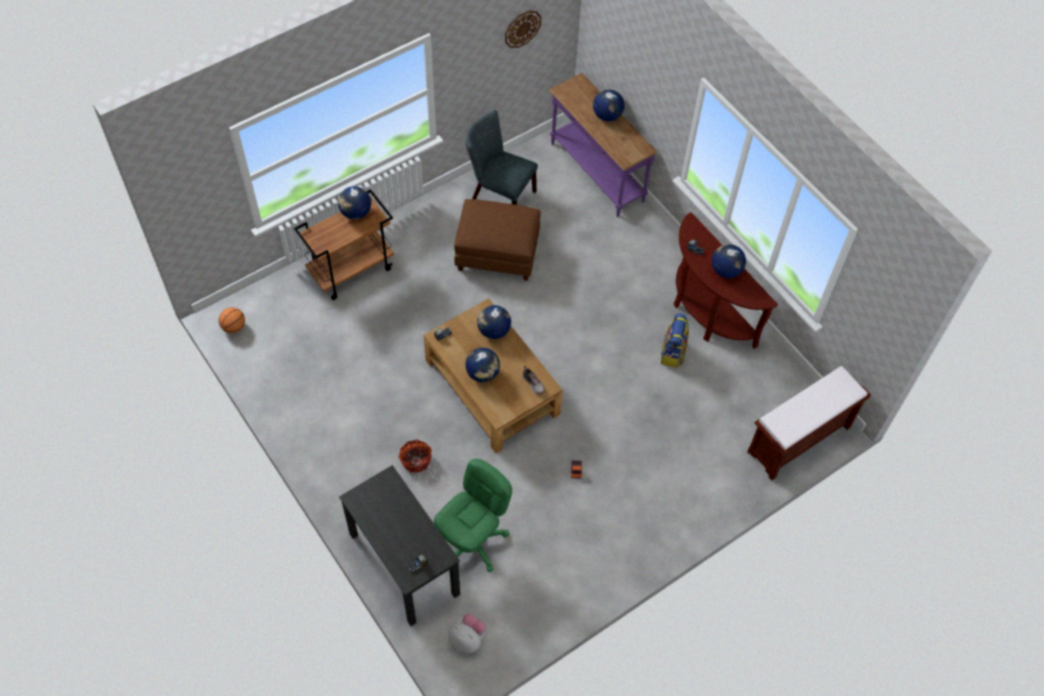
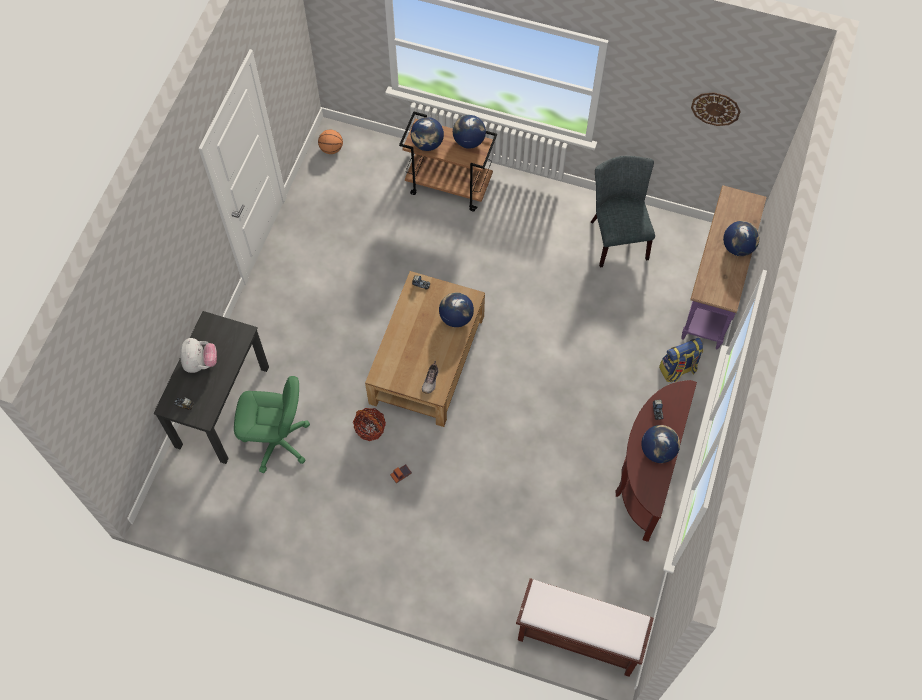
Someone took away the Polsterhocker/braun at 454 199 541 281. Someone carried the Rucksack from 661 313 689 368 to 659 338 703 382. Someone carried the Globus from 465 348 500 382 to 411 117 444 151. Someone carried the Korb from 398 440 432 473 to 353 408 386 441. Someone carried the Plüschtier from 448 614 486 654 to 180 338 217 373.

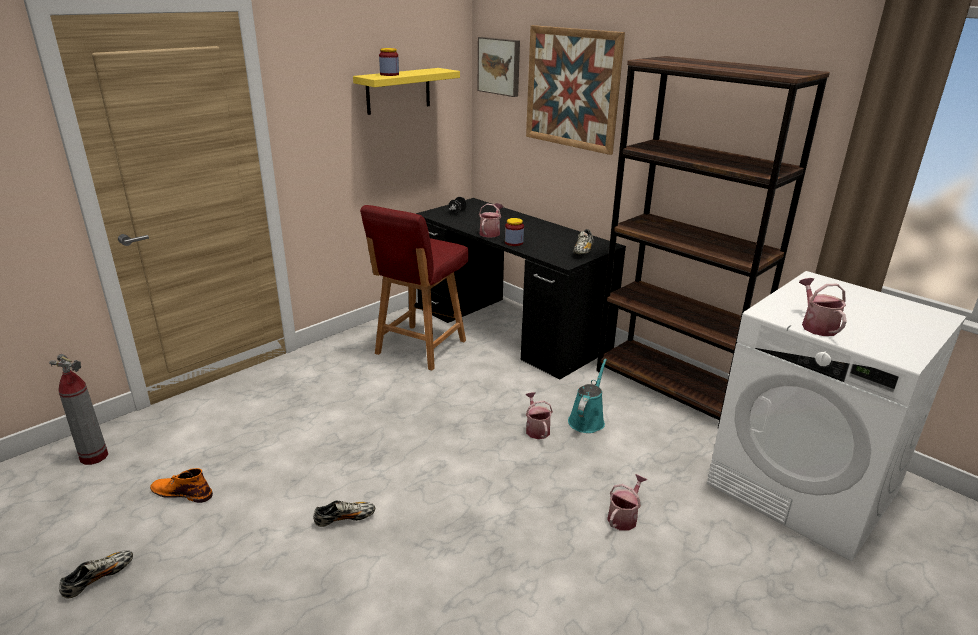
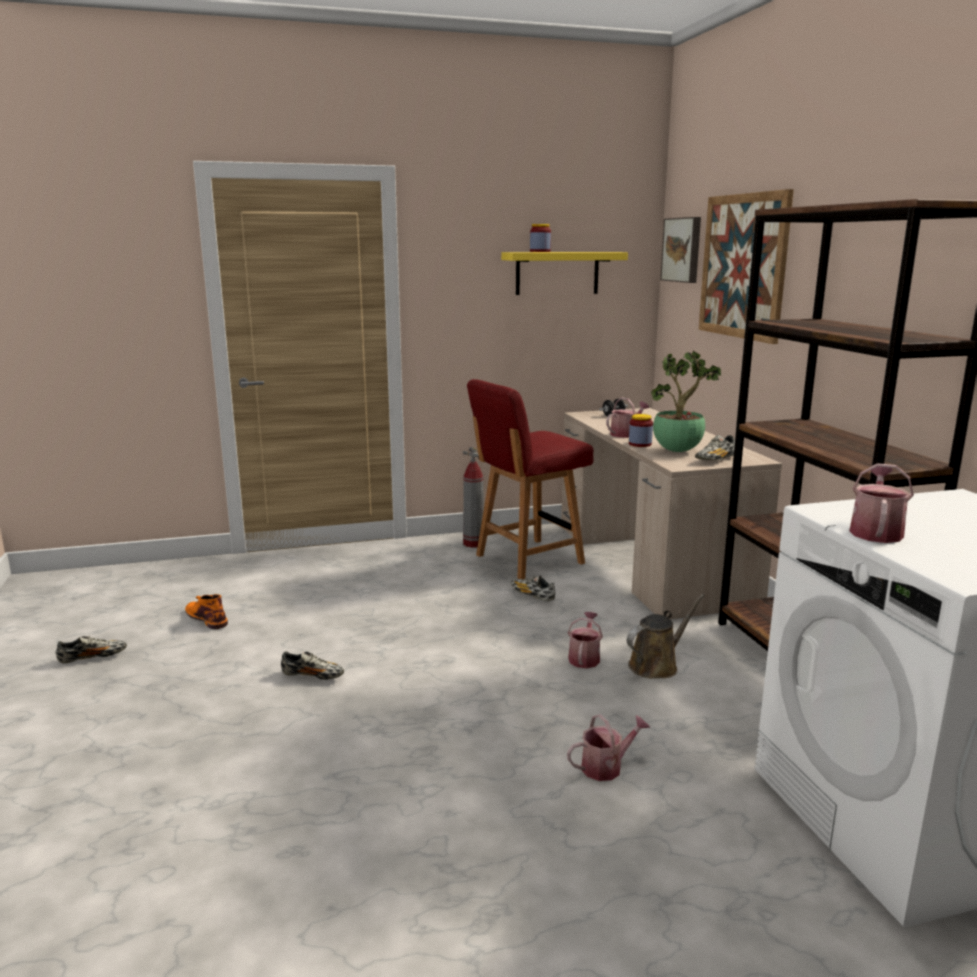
Someone repainted the Schreibtisch/schwarz at 416 198 626 379, which became the Schreibtisch/beige at 561 408 782 619. Someone carried the Feuerlöscher from 49 354 108 465 to 463 447 484 548. Someone repainted the Gießkanne/türkis at 568 359 607 433, which became the Gießkanne/braun at 627 594 705 678. Someone put down the Topfpflanze at 651 351 721 452. Someone put down the Schuh at 511 576 555 601.

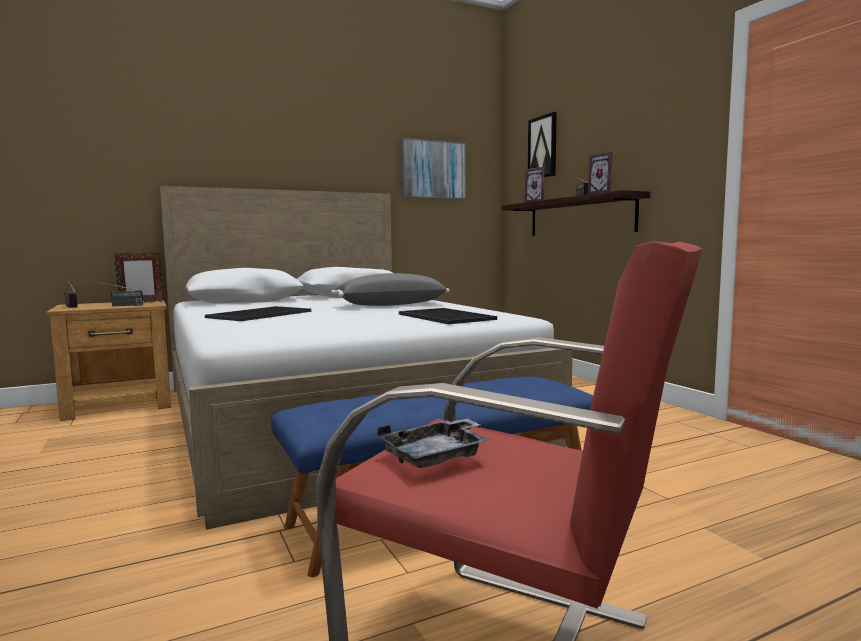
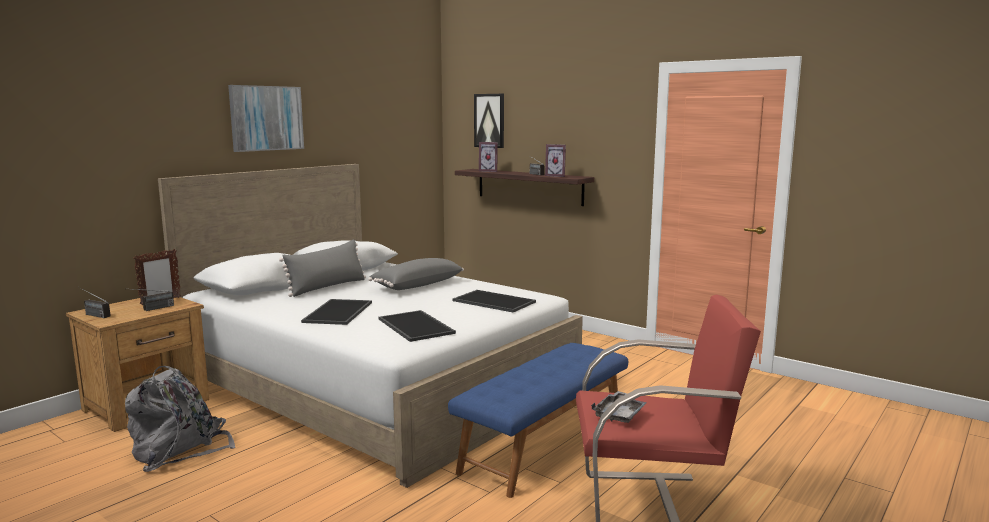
Someone carried the Bild from 401 138 466 199 to 228 85 304 152. Someone put down the Kissen/grau at 279 239 366 297. Someone put down the Tablett at 378 310 456 342. Someone put down the Rucksack/grau at 125 366 236 472.

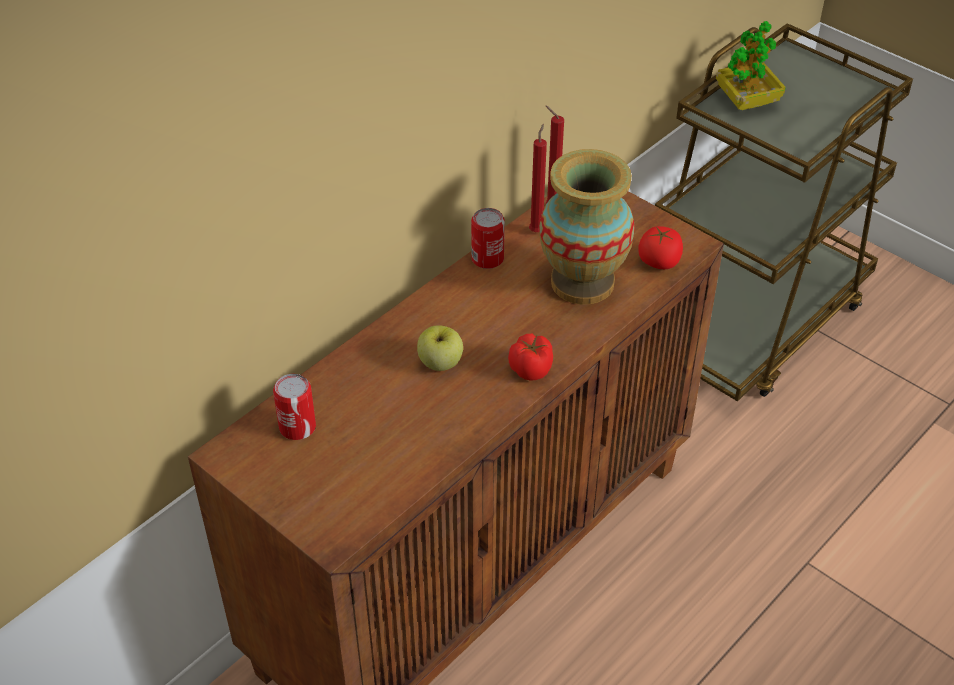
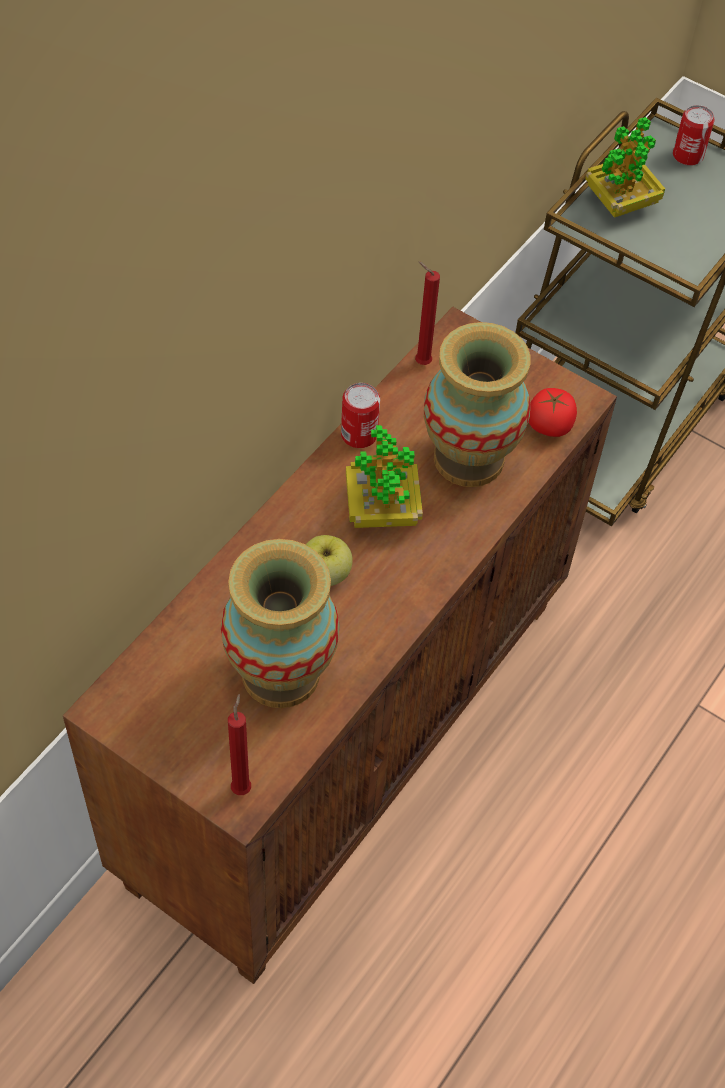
Someone carried the Kerze/rot from 529 124 547 232 to 228 694 251 795. Someone took away the Tomate at 508 334 553 381. Someone carried the Dose from 273 374 316 440 to 673 105 714 166. Someone put down the Topfpflanze at 346 425 423 528. Someone put down the Vase at 221 539 340 708.

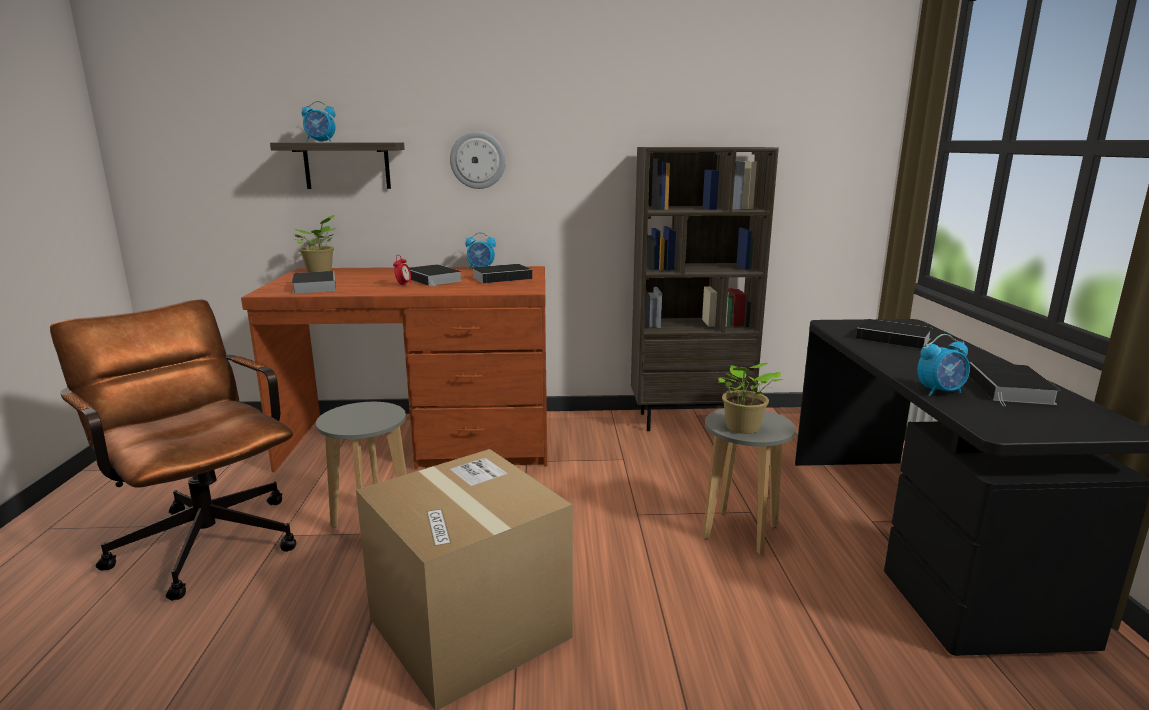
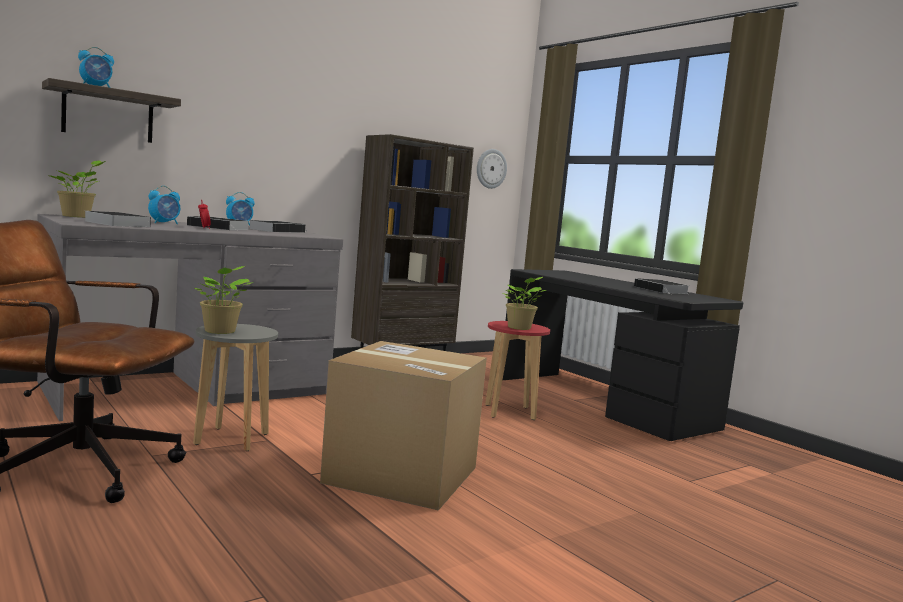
Someone carried the Wanduhr from 450 131 506 189 to 477 149 507 189. Someone repainted the Schreibtisch/braun at 241 266 547 472, which became the Schreibtisch/grau at 37 214 343 421. Someone took away the Buch at 856 319 932 349. Someone carried the Wecker from 917 334 970 396 to 148 186 180 224. Someone repainted the Hocker/grau at 702 408 796 555, which became the Hocker/rot at 485 321 550 420. Someone put down the Topfpflanze at 195 266 255 334.

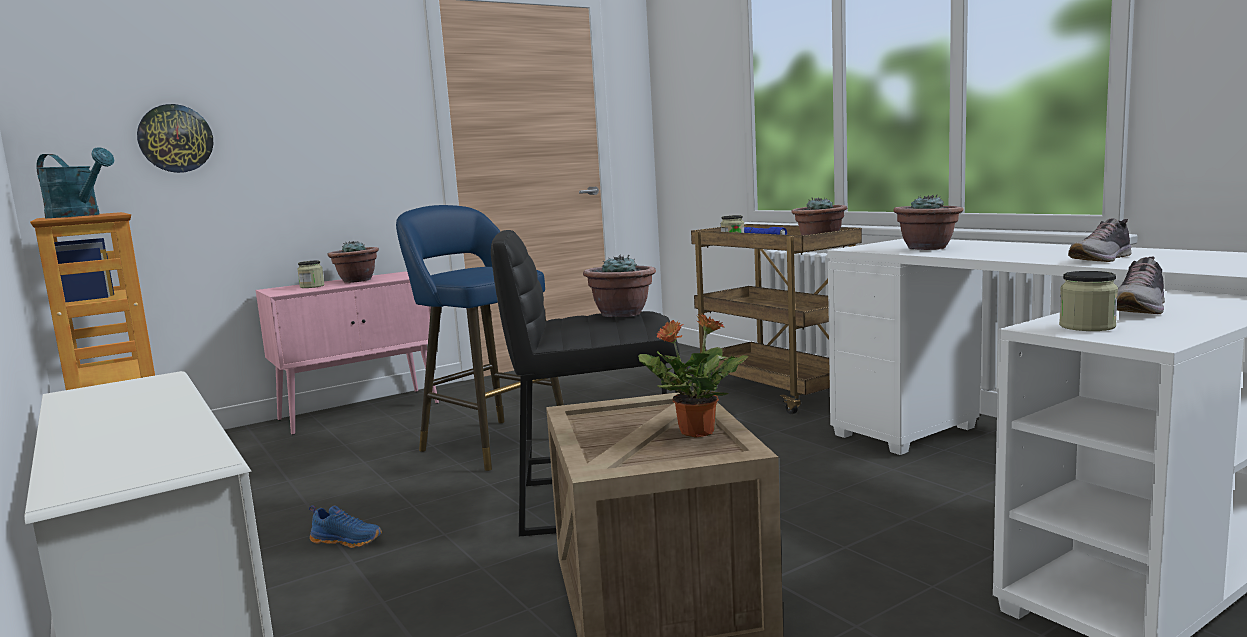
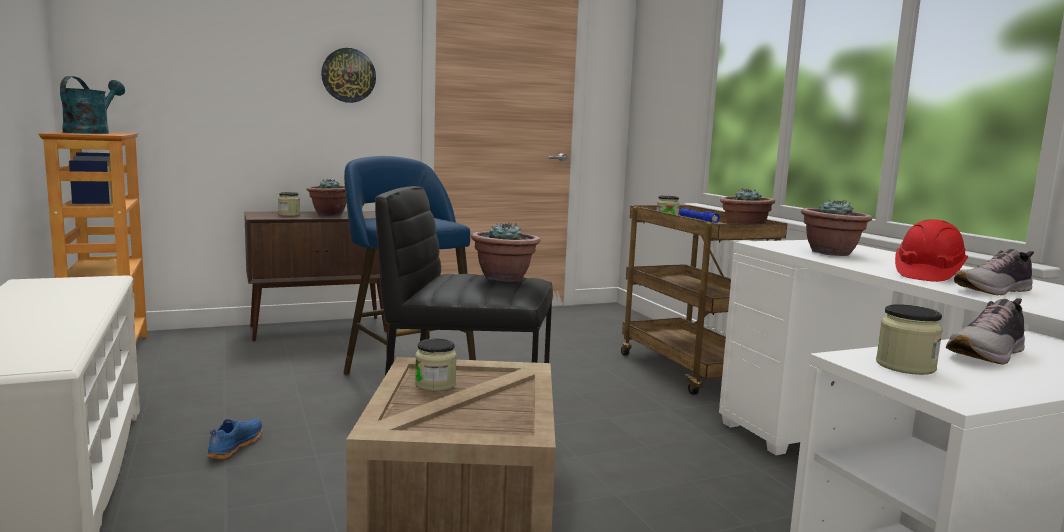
Someone carried the Wanduhr from 137 104 213 173 to 321 48 376 103. Someone rotated the Gießkanne/türkis at 36 147 114 218 by 120 degrees counterclockwise. Someone repainted the Schrank/rosa at 256 271 439 435, which became the Schrank/braun at 244 211 387 341. Someone took away the Topfpflanze at 638 314 749 438. Someone rotated the Schuh/blau at 309 505 382 548 by 105 degrees counterclockwise. Someone put down the Schutzhelm/rot at 895 219 968 282. Someone put down the Vorratsglas at 415 339 457 391.

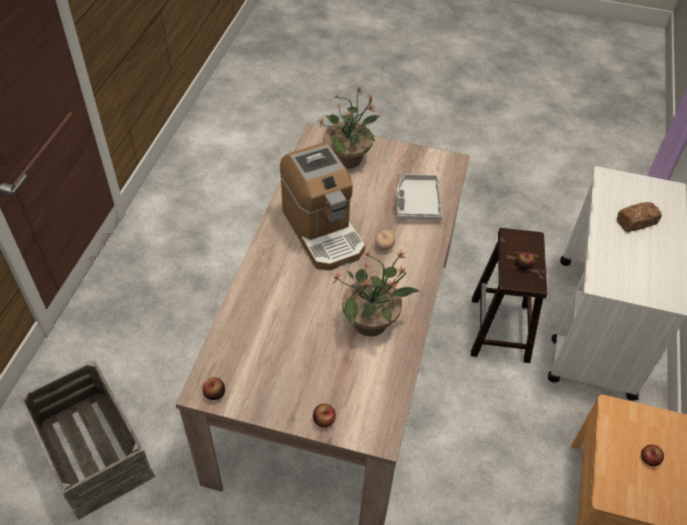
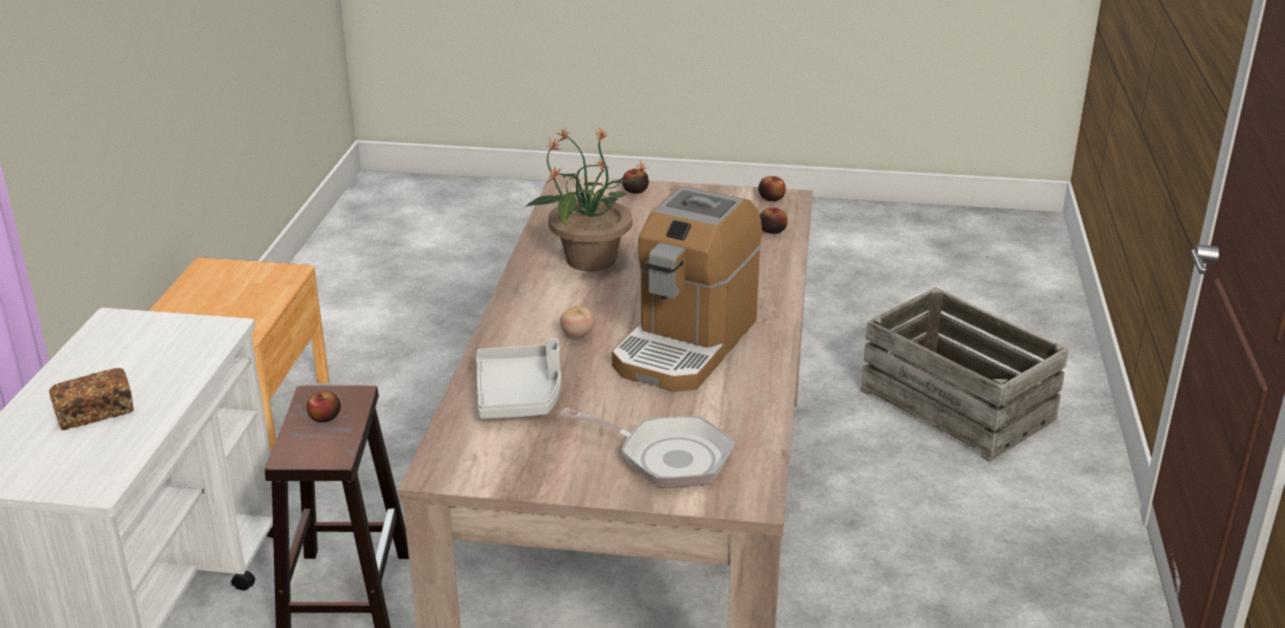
Someone swapped the Topfpflanze at 316 86 380 169 for the Pfanne at 560 408 735 487. Someone rotated the Kaffeemaschine at 280 142 365 271 by 120 degrees counterclockwise. Someone carried the Apfel from 641 445 664 466 to 760 208 788 234.

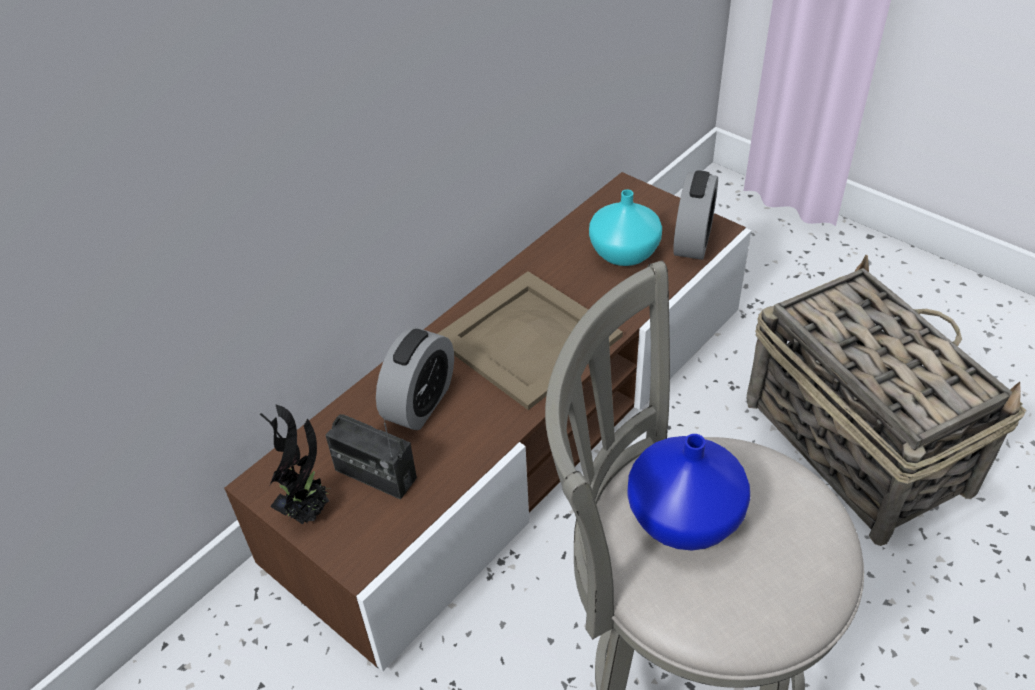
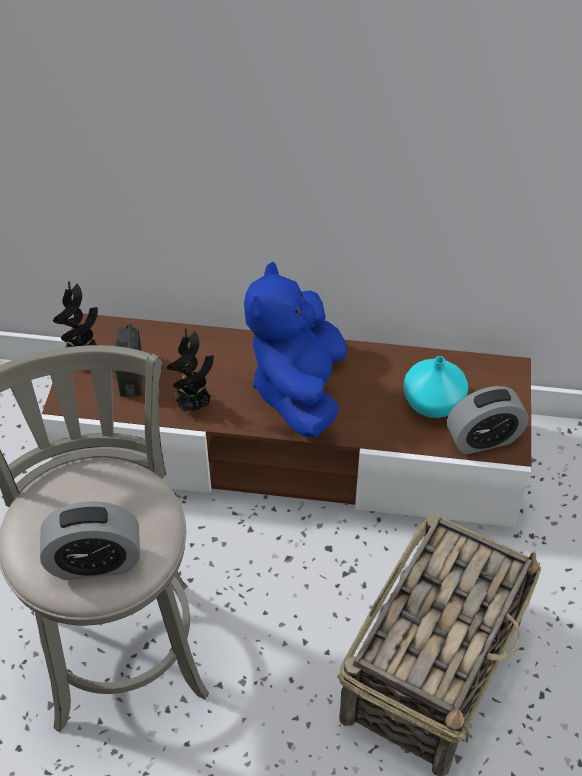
Someone swapped the Tablett/beige at 437 271 623 410 for the Plüschtier/blau at 244 262 347 438. Someone carried the Wecker from 376 327 454 430 to 40 501 140 580. Someone took away the Vase/blau at 627 434 750 550. Someone put down the Topfpflanze at 167 328 214 412.

